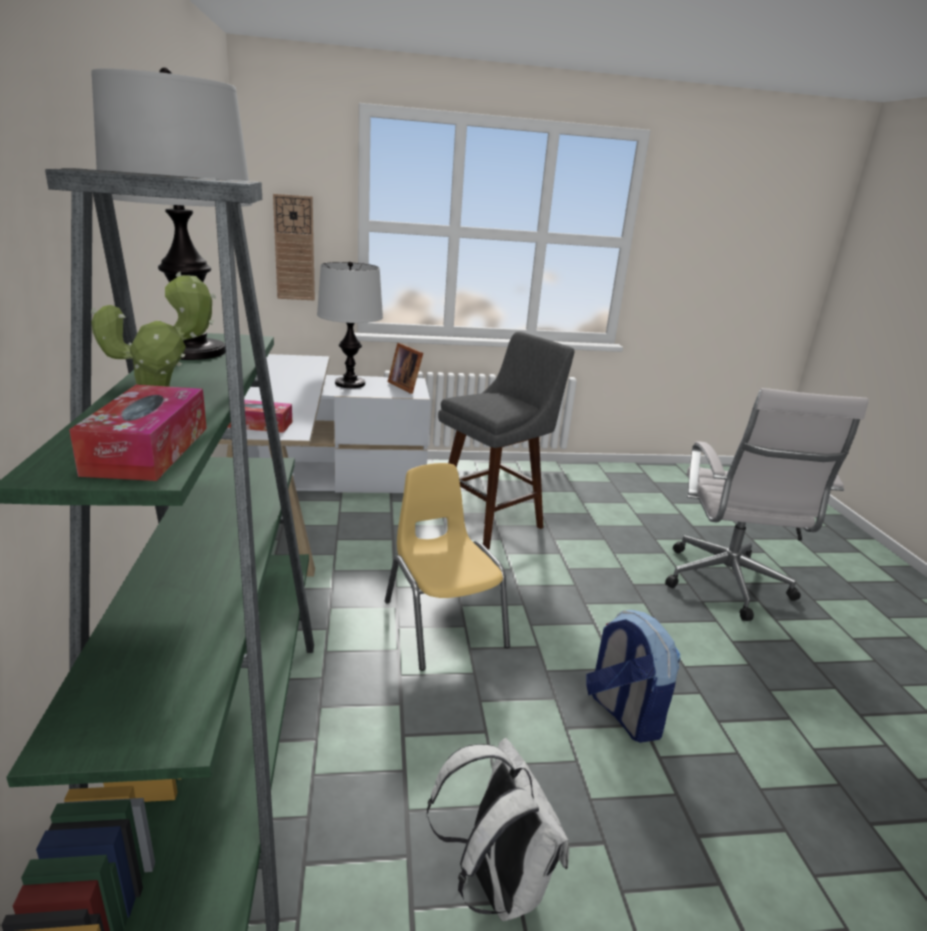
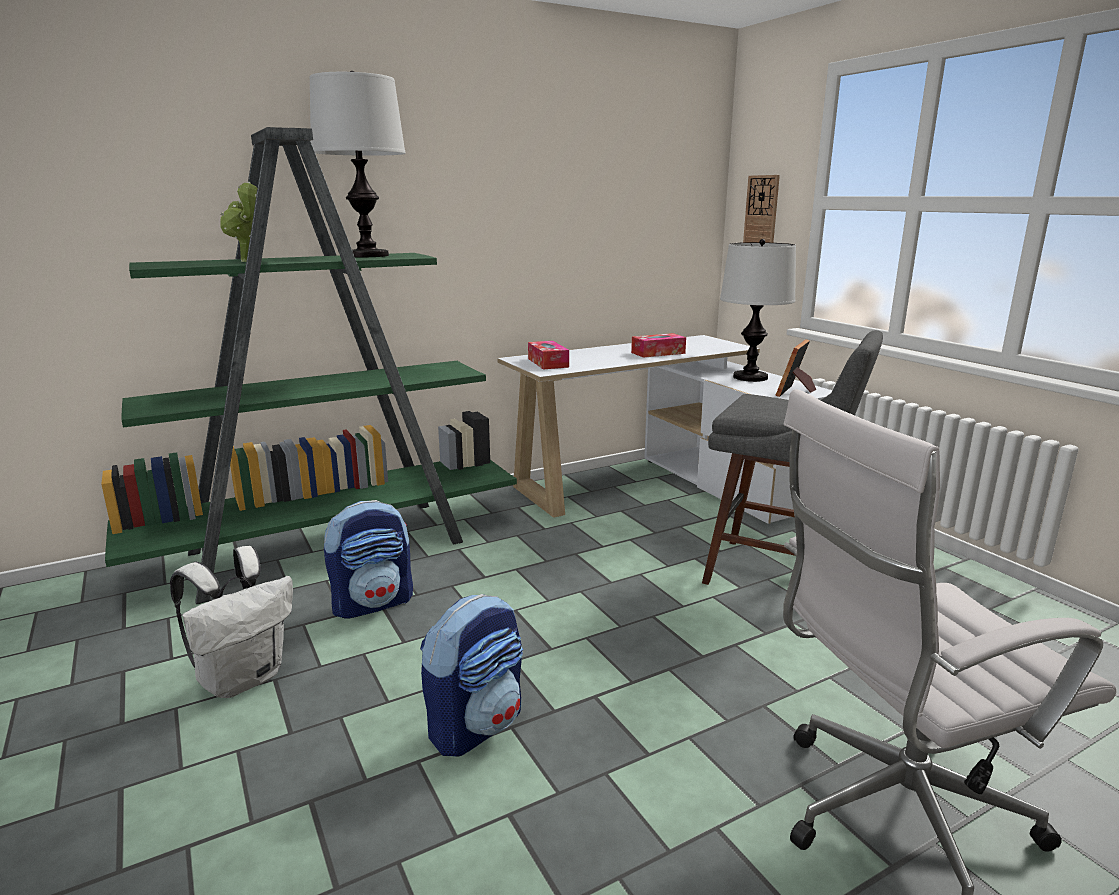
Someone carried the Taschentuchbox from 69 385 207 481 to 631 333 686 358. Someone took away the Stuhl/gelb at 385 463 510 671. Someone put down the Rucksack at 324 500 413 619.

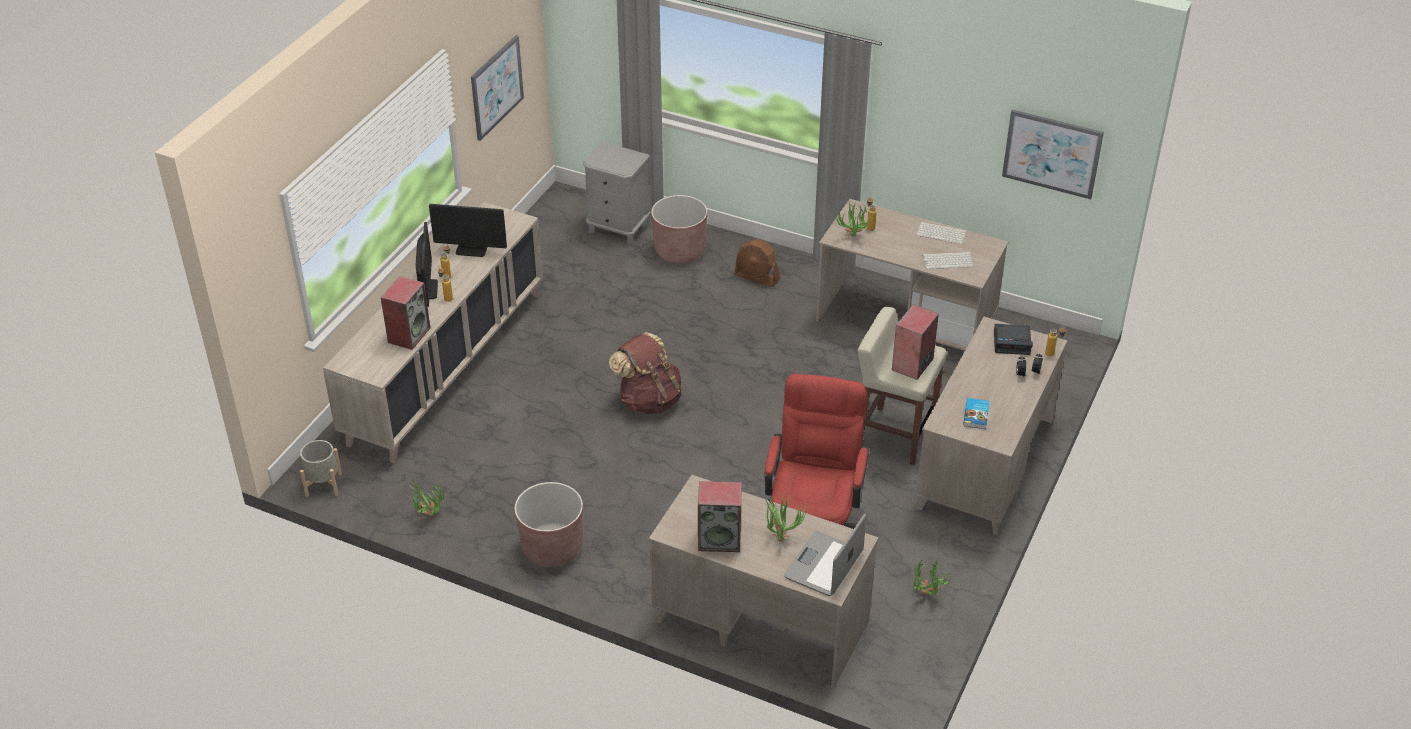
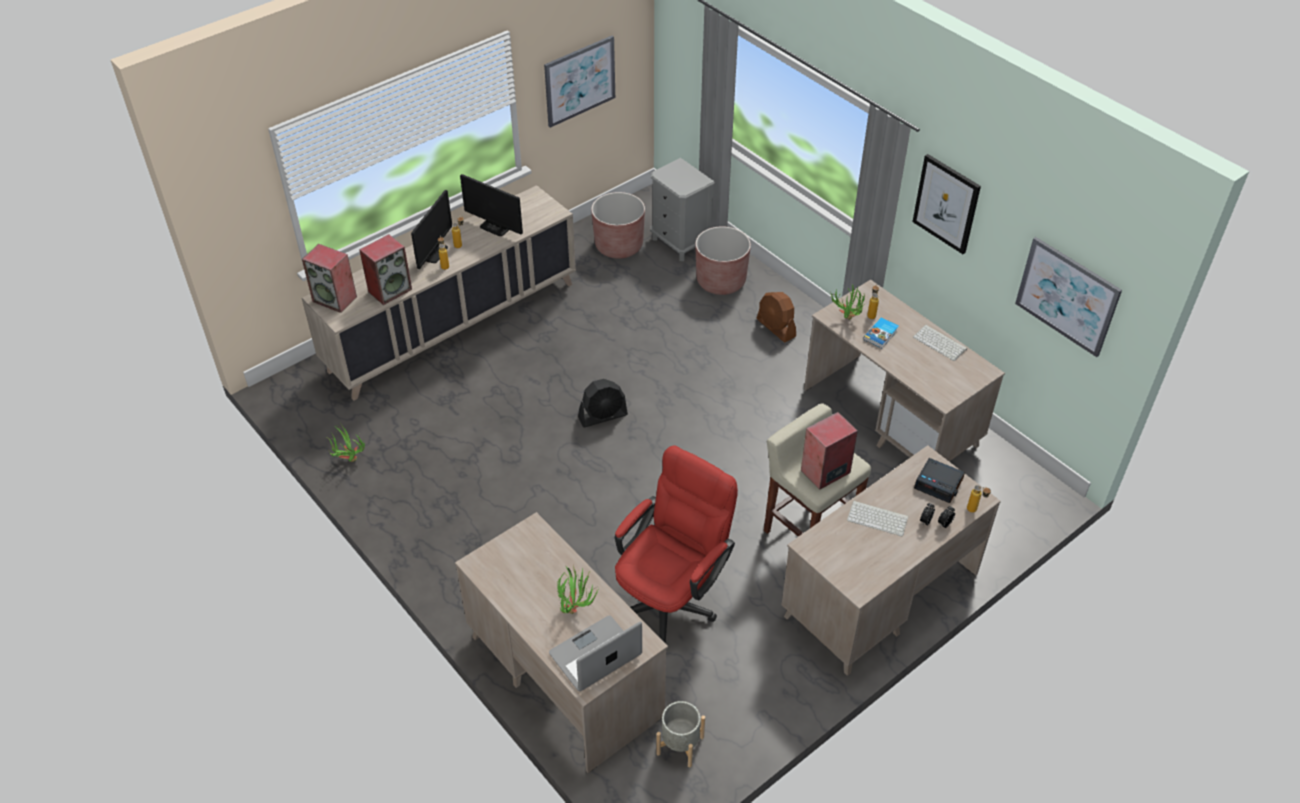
Someone carried the Tastatur from 922 252 974 269 to 847 500 909 536. Someone swapped the Rucksack/braun at 609 332 682 414 for the Ventilator/schwarz at 578 379 628 427. Someone carried the Buch from 963 398 989 429 to 863 318 899 348. Someone carried the Pflanzkübel/grau from 300 440 342 497 to 656 701 705 768. Someone carried the Lautsprecher from 698 481 742 552 to 302 244 357 313. Someone carried the Pflanzkübel/braun from 514 482 583 567 to 591 192 645 259. Someone took away the Topfpflanze at 913 560 952 595. Someone put up the Bild at 912 154 981 254.

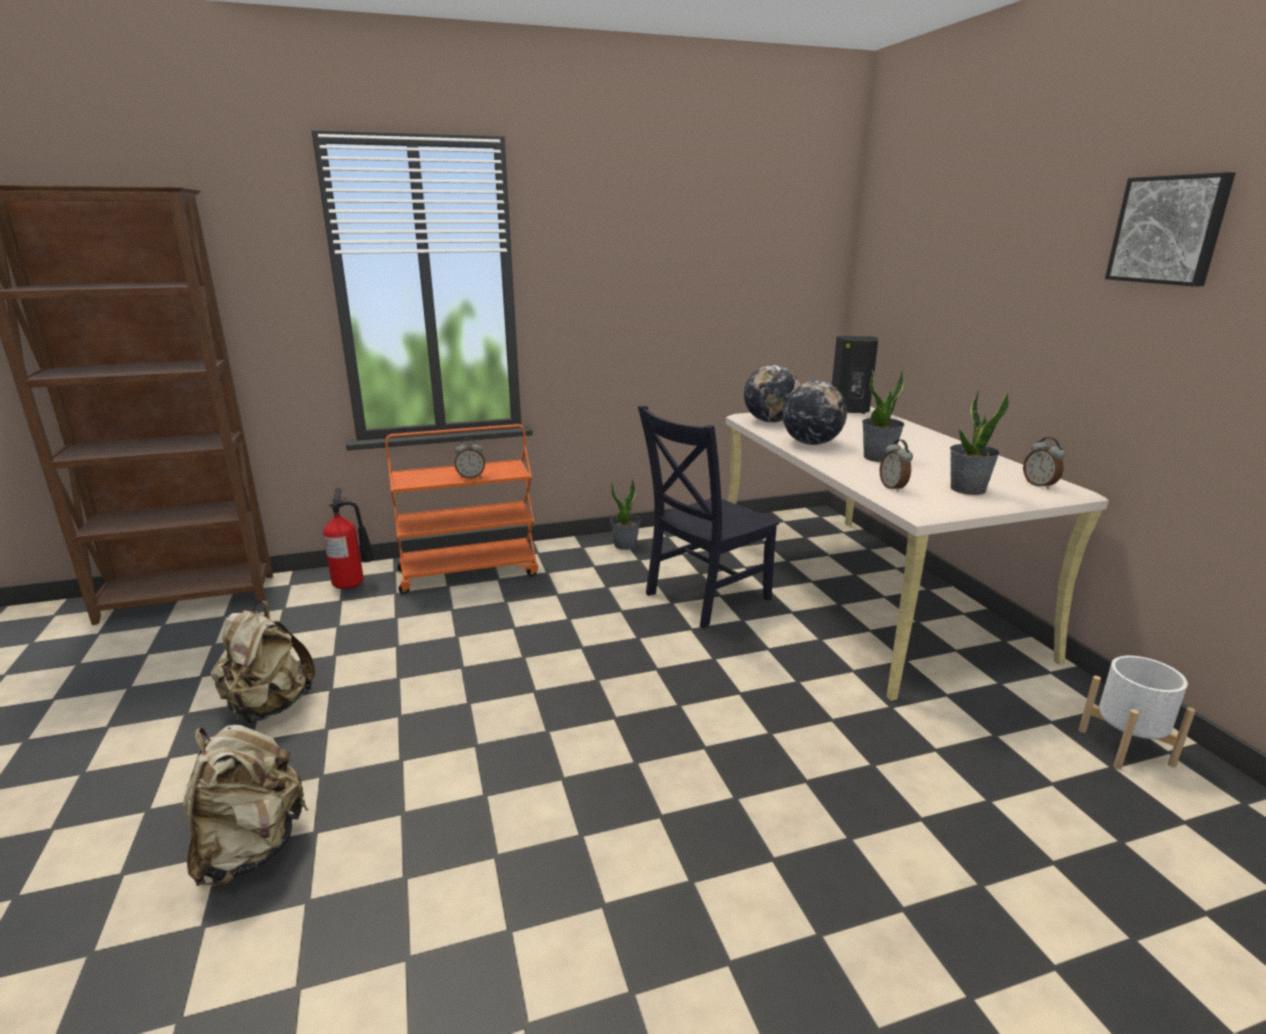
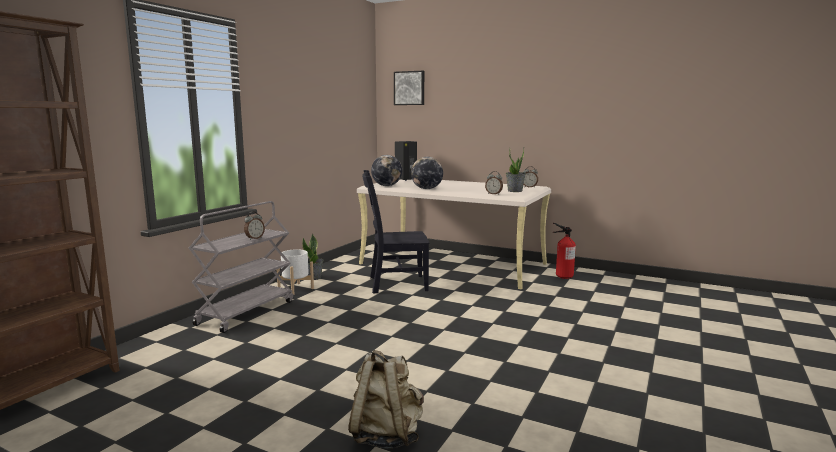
Someone carried the Bild from 1105 172 1235 287 to 394 71 424 105. Someone took away the Topfpflanze at 862 368 904 462. Someone rotated the Stuhl/schwarz at 638 405 779 628 by 75 degrees clockwise. Someone repainted the Rollwagen/orange at 385 424 538 594, which became the Rollwagen/grau at 189 201 293 333. Someone carried the Feuerlöscher from 323 488 375 589 to 552 223 576 279. Someone took away the Rucksack/beige at 211 601 315 723. Someone carried the Pflanzkübel/weiß from 1078 656 1195 770 to 277 249 314 295.

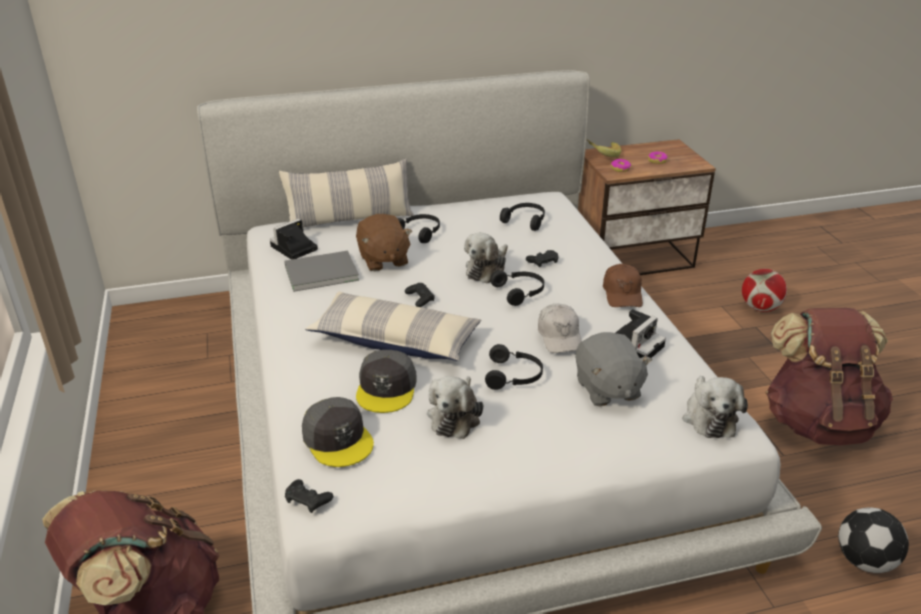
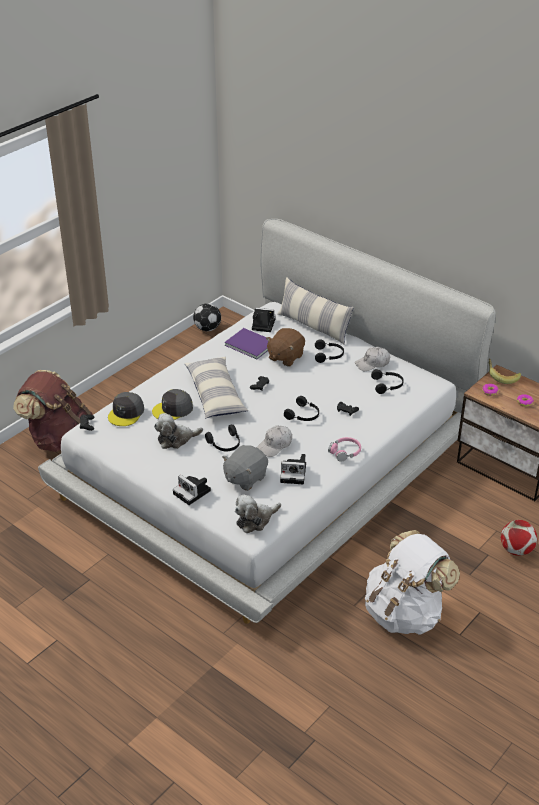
Someone took away the Plüschtier at 464 233 508 283. Someone repainted the Buch/grau at 284 251 359 292, which became the Buch/lila at 225 328 268 359. Someone swapped the Kappe/braun at 603 264 643 307 for the Kopfhörer/rosa at 328 437 361 462. Someone repainted the Rucksack/braun at 765 308 893 445, which became the Rucksack/weiß at 365 530 460 635. Someone carried the Fußball from 838 508 909 573 to 193 303 221 331. Someone put down the Kappe/weiß at 355 347 390 371. Someone put down the Kamera at 173 475 211 505.

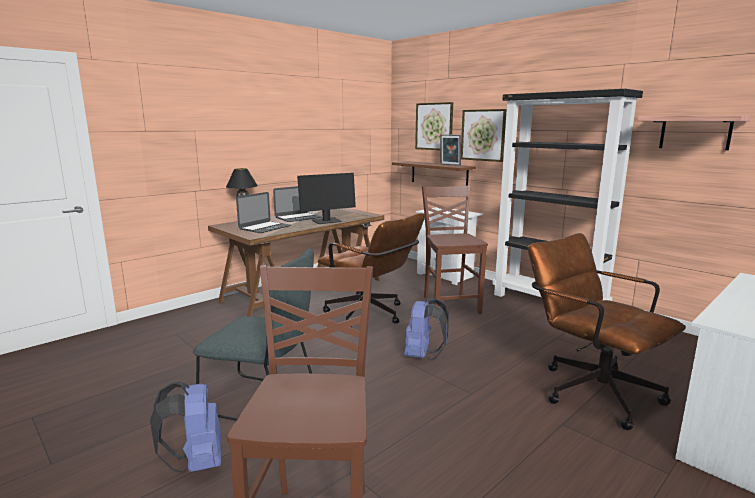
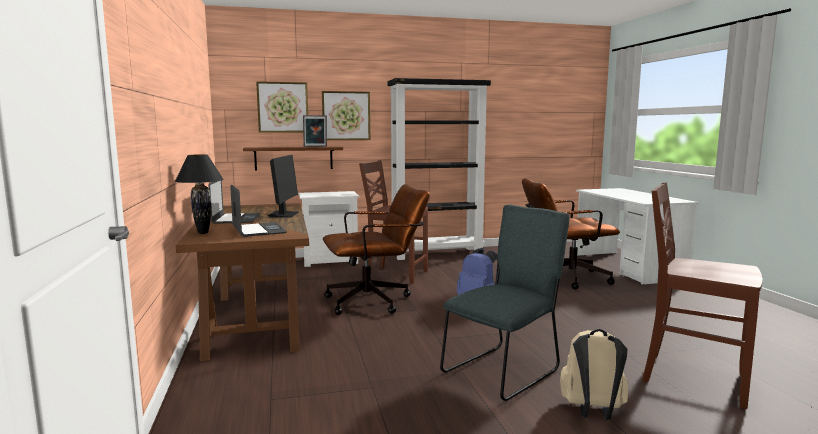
Someone took away the Wandregal at 638 115 751 150. Someone repainted the Rucksack/blau at 150 382 221 473, which became the Rucksack/beige at 560 329 629 420.

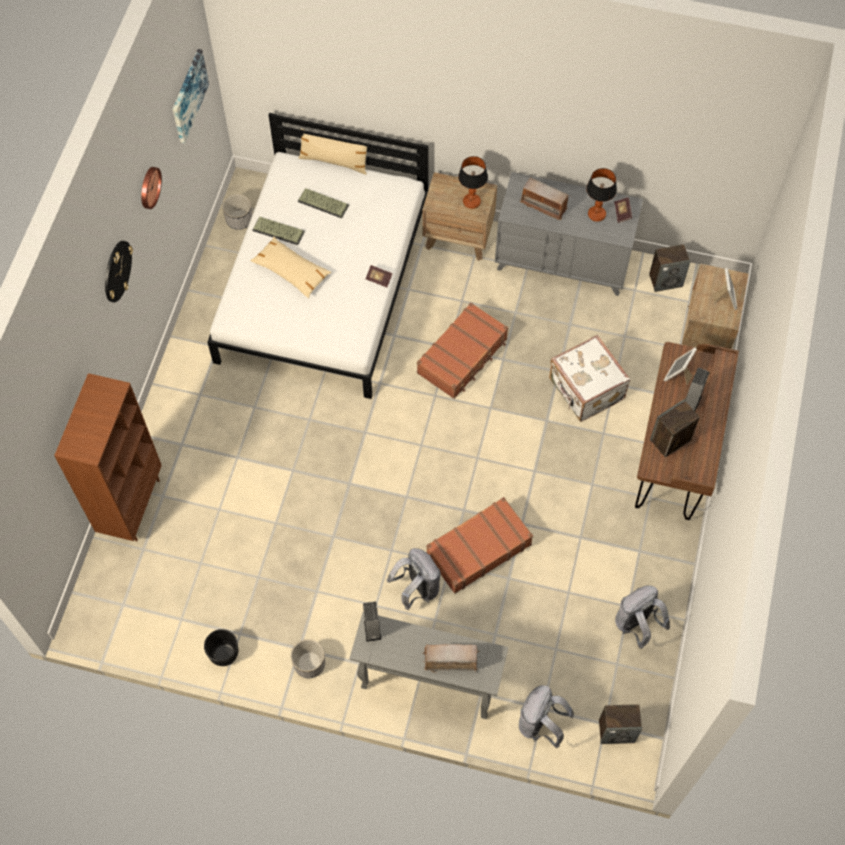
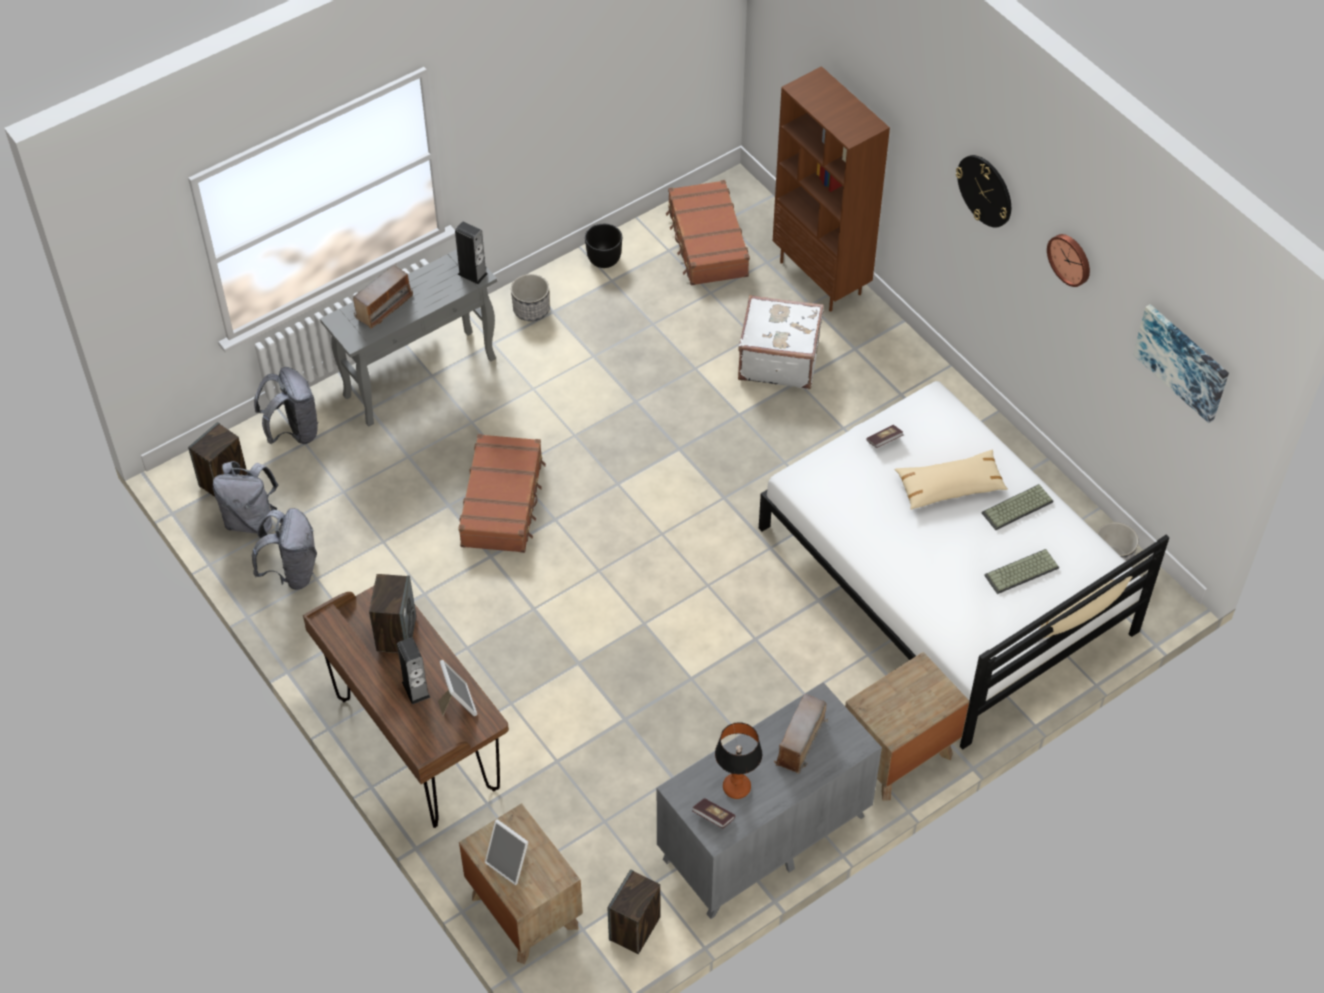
Someone took away the Tischlampe at 458 156 488 209. Someone rotated the Radio at 519 177 571 221 by 45 degrees counterclockwise. Someone carried the Buch from 366 265 392 287 to 866 425 904 448. Someone carried the Koffer/braun from 417 302 508 399 to 666 180 750 285. Someone carried the Koffer/weiß from 549 335 630 422 to 738 295 824 389. Someone carried the Rucksack/grau from 387 548 441 610 to 213 461 278 533.

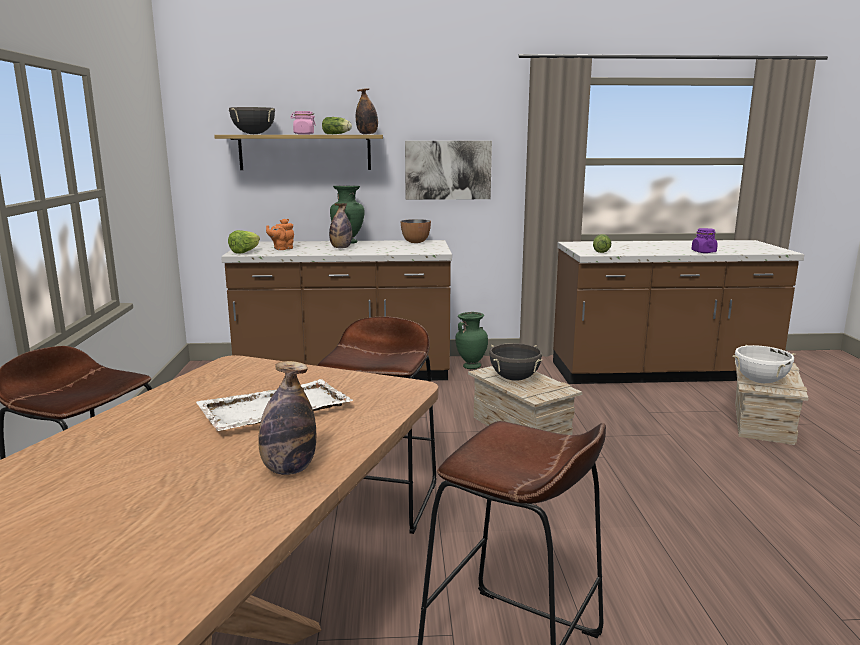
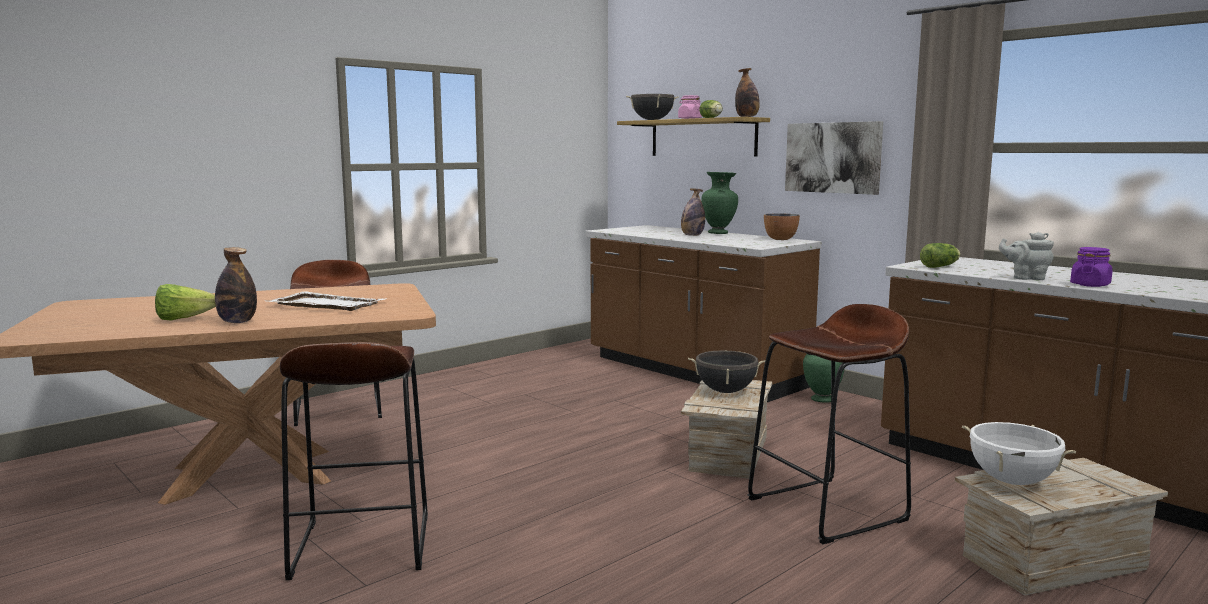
Someone took away the Teekanne/orange at 266 219 294 250. Someone carried the Salatkopf from 228 230 260 253 to 155 284 216 320. Someone carried the Hocker/braun from 317 316 436 534 to 748 304 911 544. Someone put down the Teekanne/grau at 999 232 1054 280.

